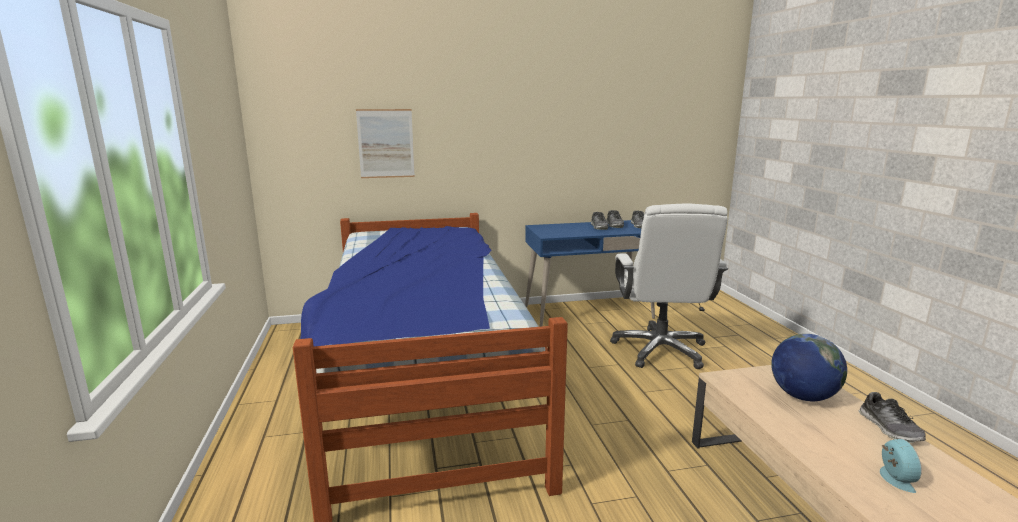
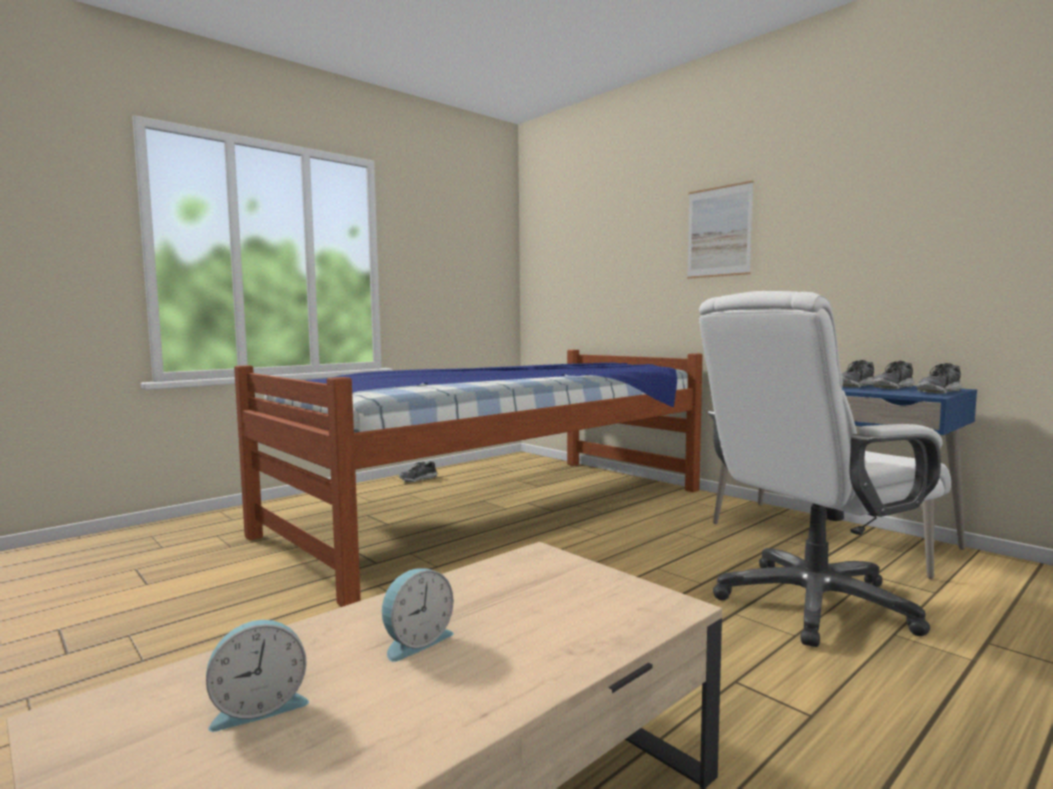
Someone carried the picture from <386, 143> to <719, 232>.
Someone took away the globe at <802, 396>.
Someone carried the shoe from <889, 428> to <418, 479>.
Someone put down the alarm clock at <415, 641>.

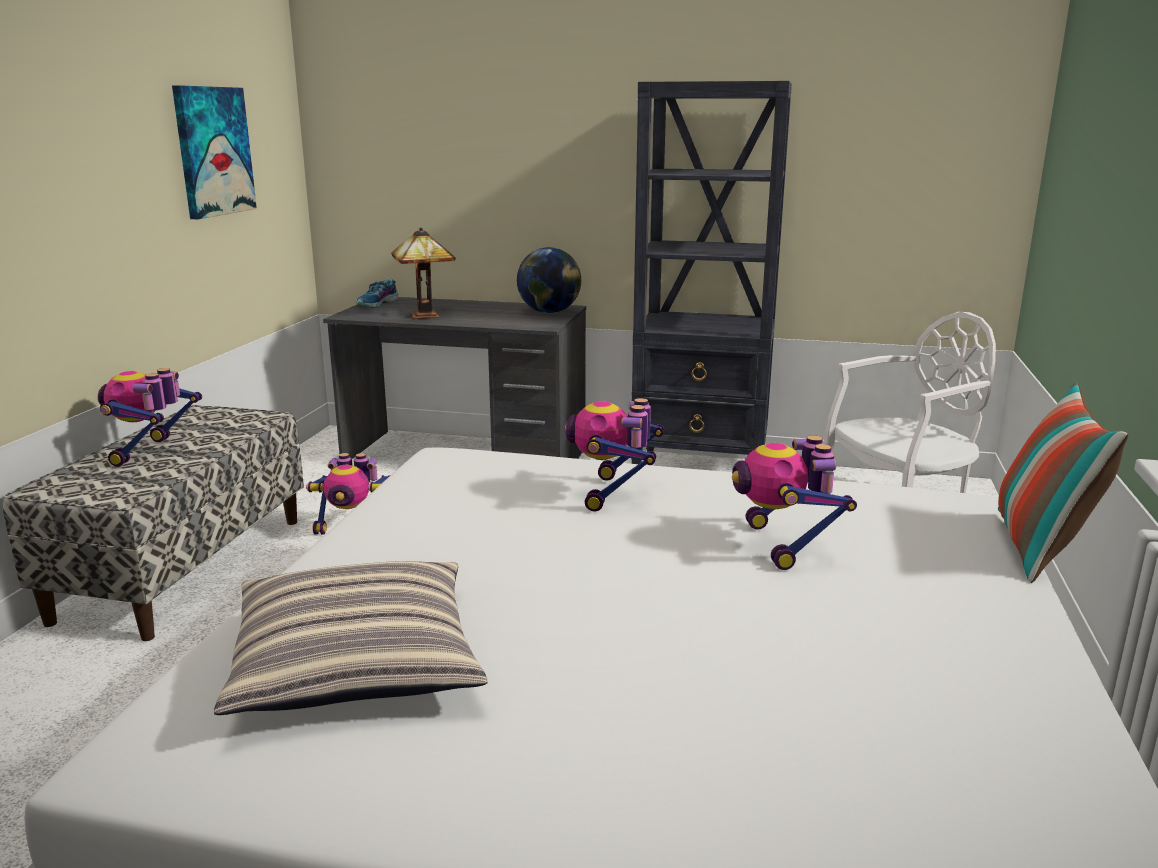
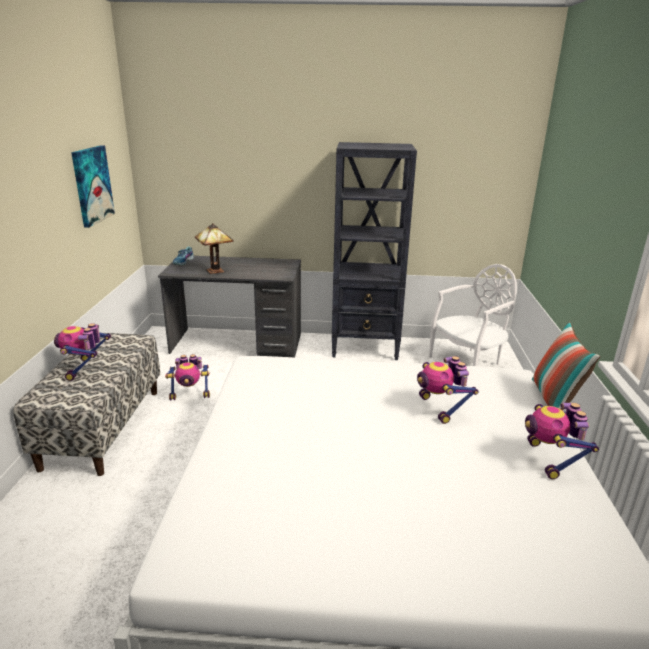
Someone took away the globe at <549, 312>.
Someone carried the toy robot from <614, 494> to <550, 460>.
Someone took away the pillow at <356, 661>.

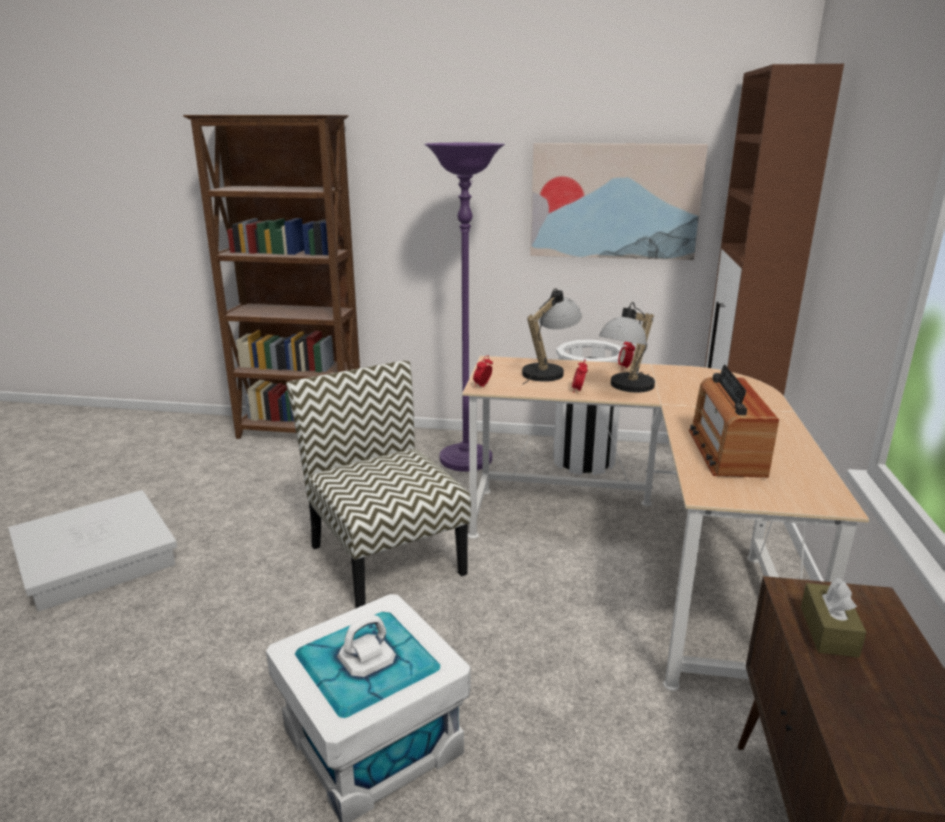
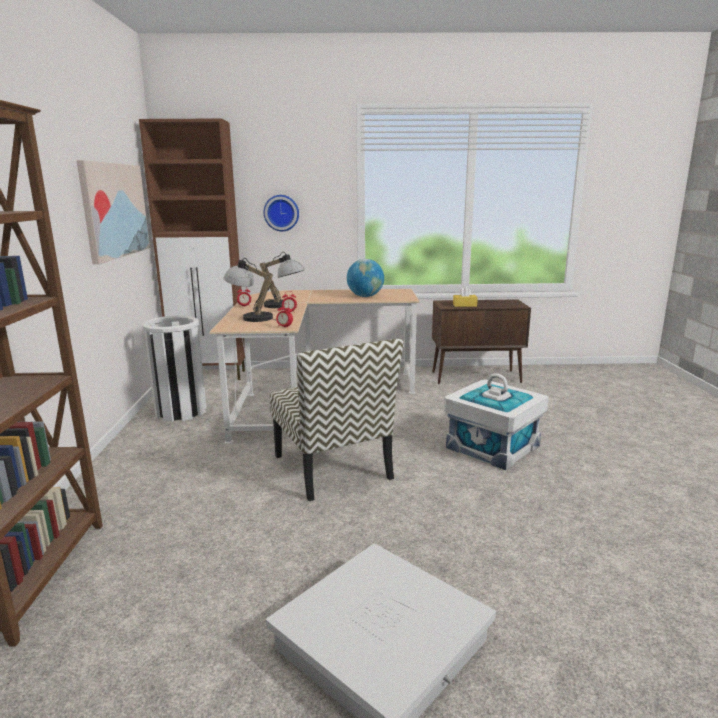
Someone took away the purple floor lamp at <466, 460>.
Someone rotated the chair at <385, 558> by 75 degrees counterclockwise.
Someone swapped the radio at <726, 452> for the globe at <365, 296>.
Someone repainted the brown tissue box at <828, 631>, which became the yellow tissue box at <464, 305>.
Someone put up the wall clock at <281, 213>.

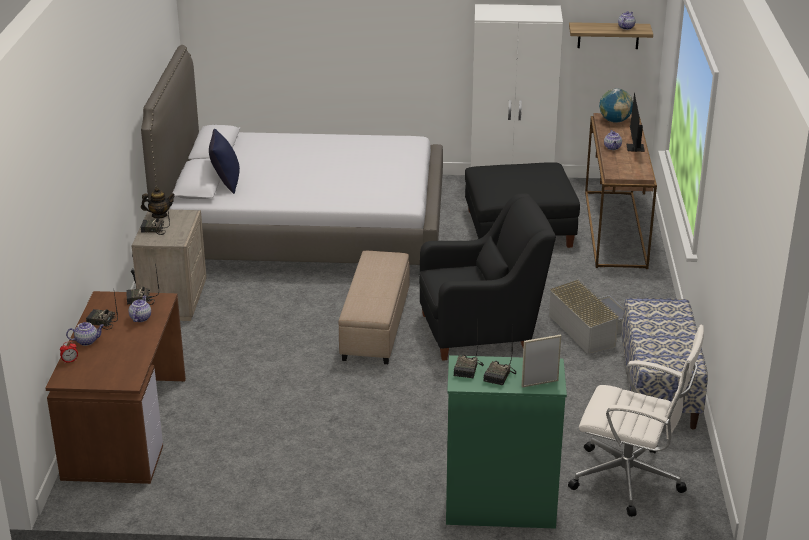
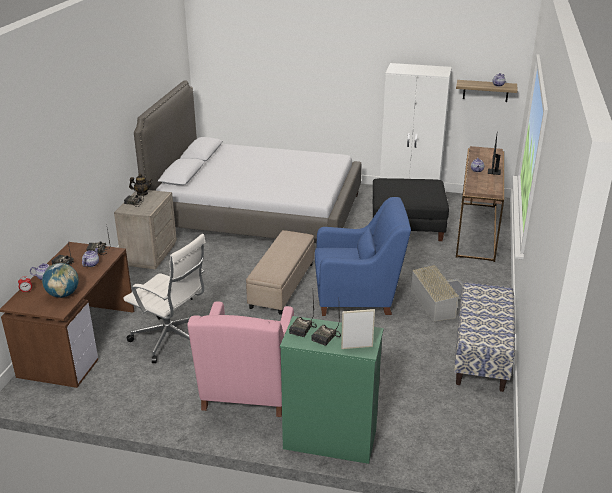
Someone carried the globe from <614, 121> to <63, 294>.
Someone took away the blue pillow at <225, 183>.
Someone repainted the black armchair at <482, 331>, which became the blue armchair at <358, 296>.
Someone carried the white office chair from <630, 480> to <171, 340>.
Someone put down the pink armchair at <247, 389>.

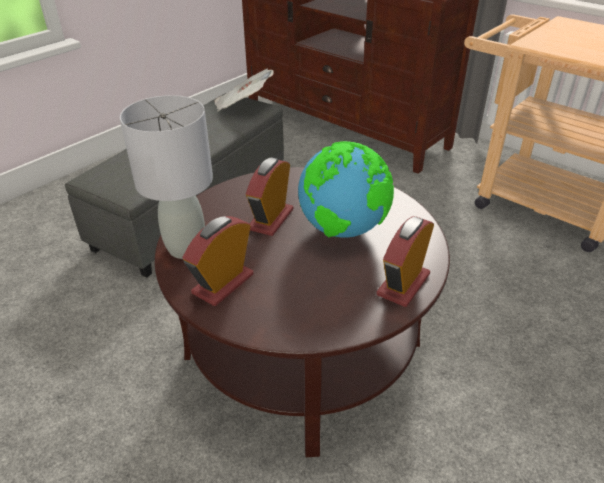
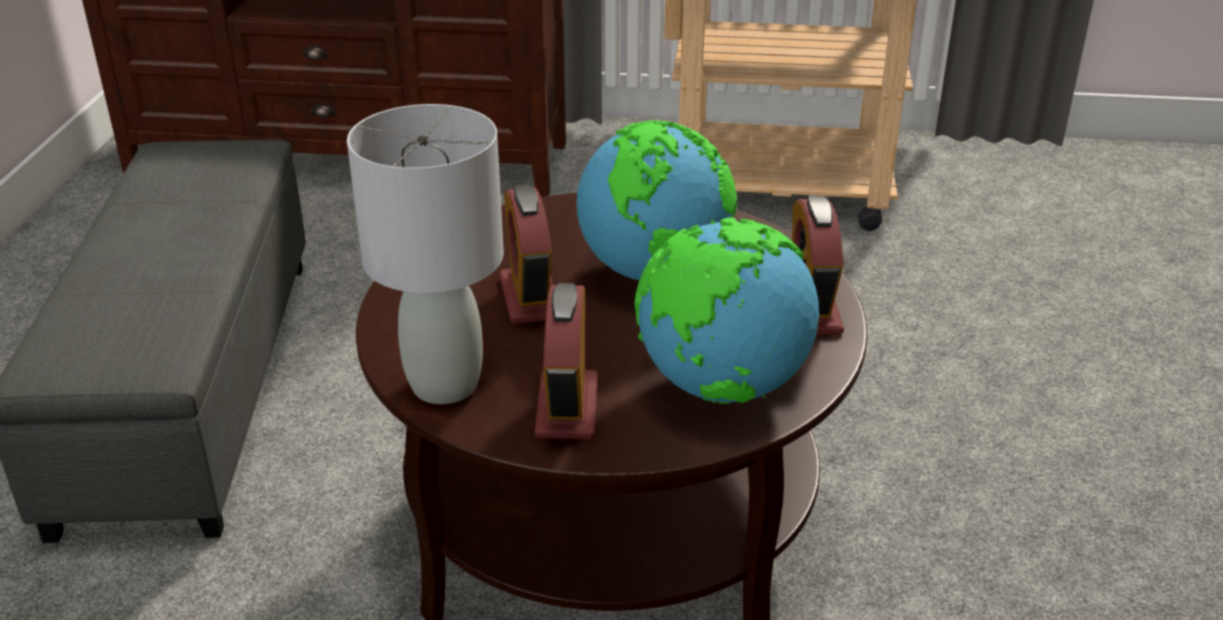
Someone took away the newspaper at <242, 106>.
Someone put down the globe at <720, 388>.

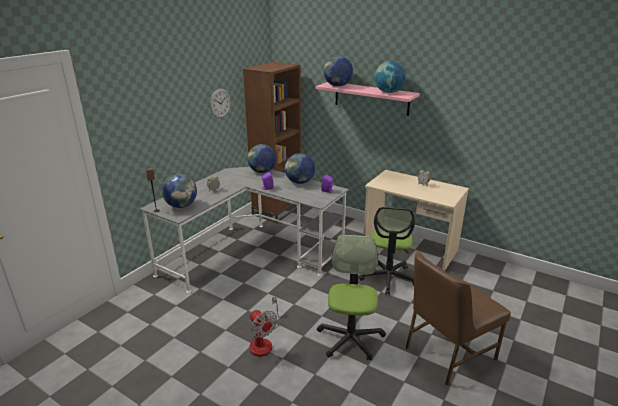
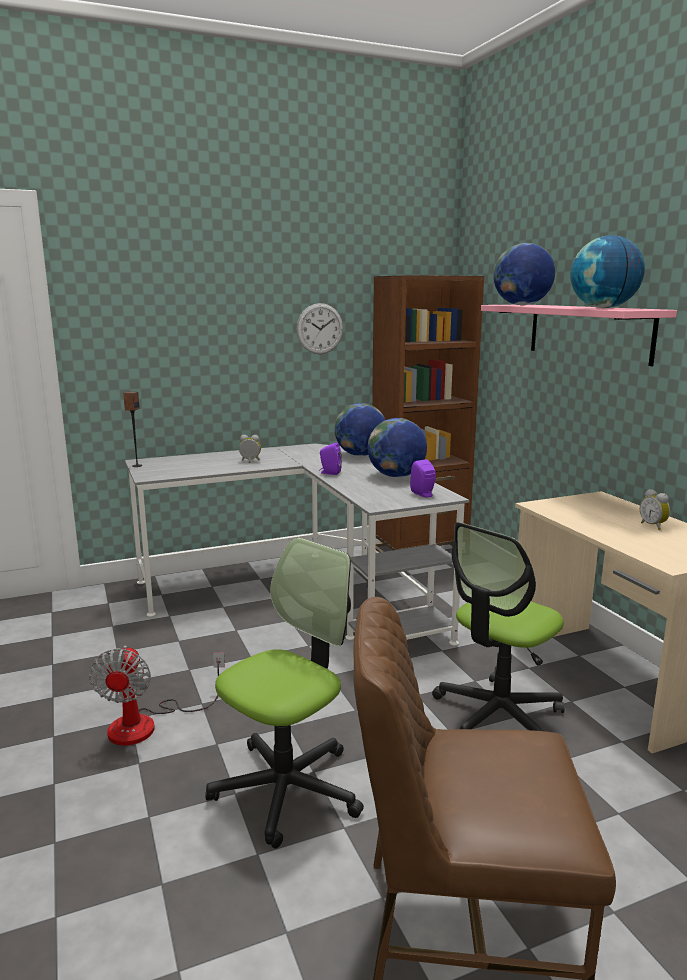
Someone took away the globe at <181, 206>.

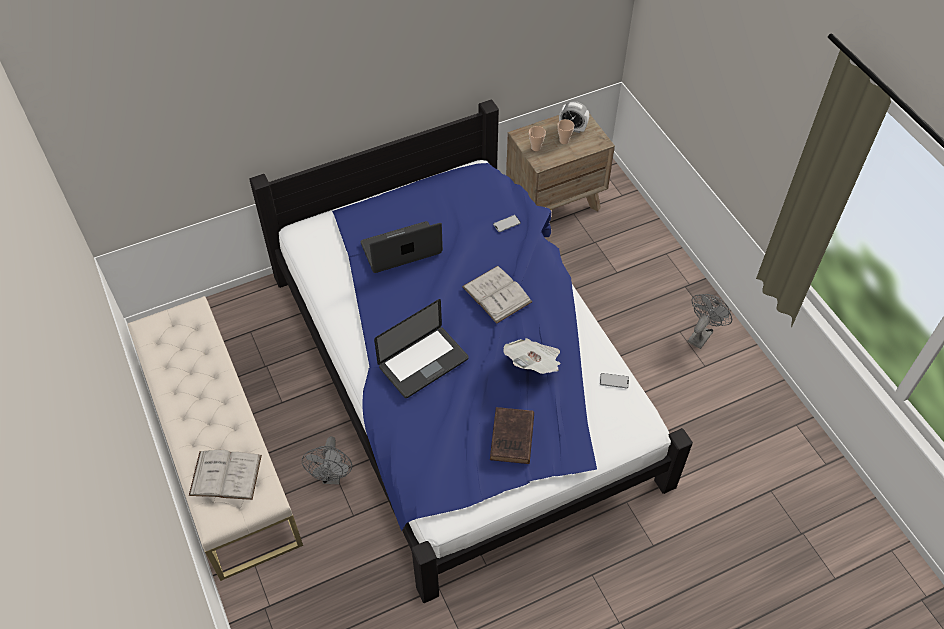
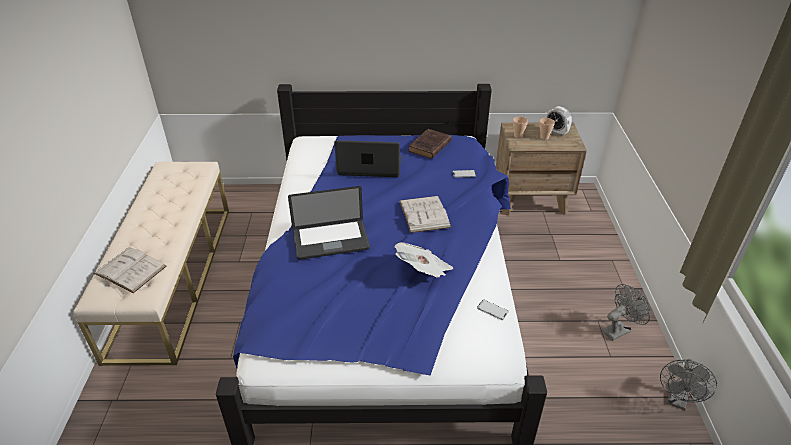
Someone carried the brown book from <512, 439> to <429, 147>.
Someone carried the grey fan from <332, 476> to <677, 400>.

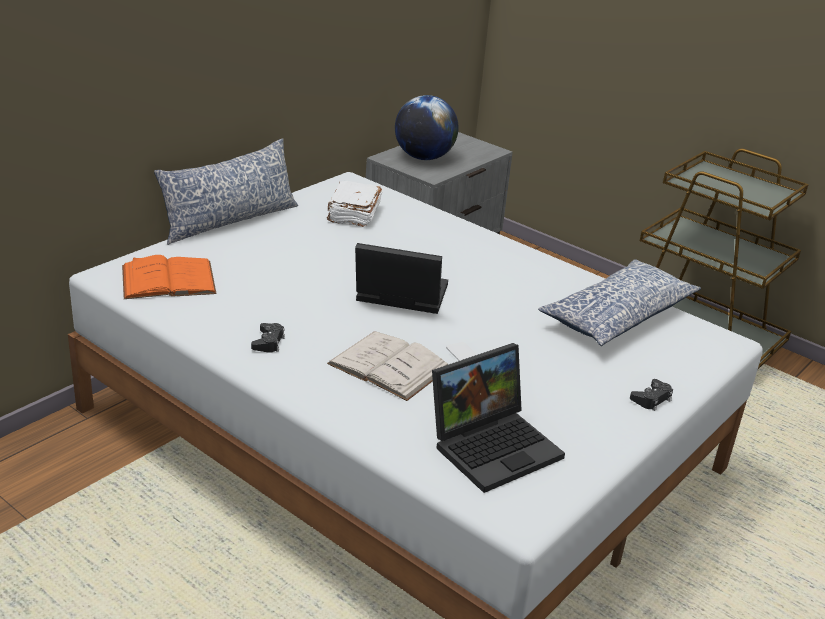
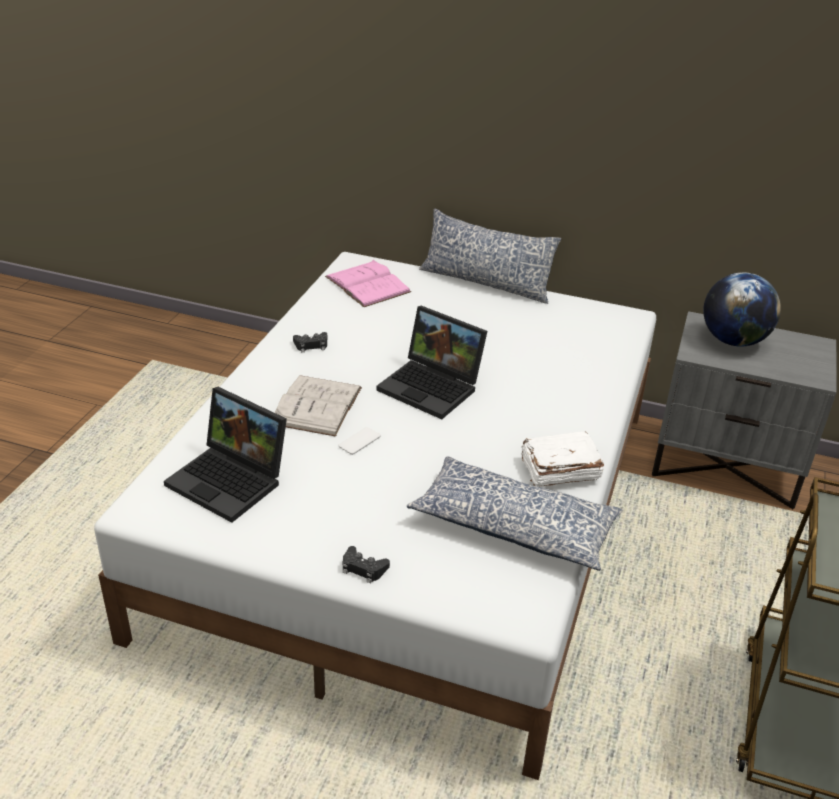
Someone carried the white book from <353, 214> to <558, 470>.
Someone rotated the laptop at <398, 296> by 135 degrees clockwise.
Someone repainted the orange book at <168, 279>, which became the pink book at <367, 284>.

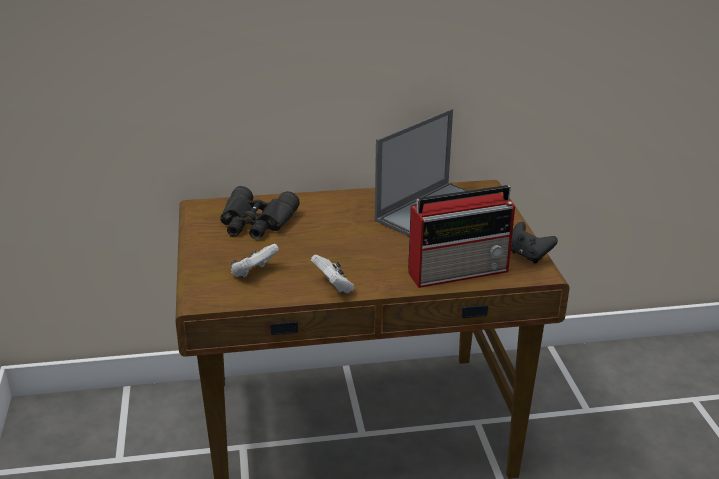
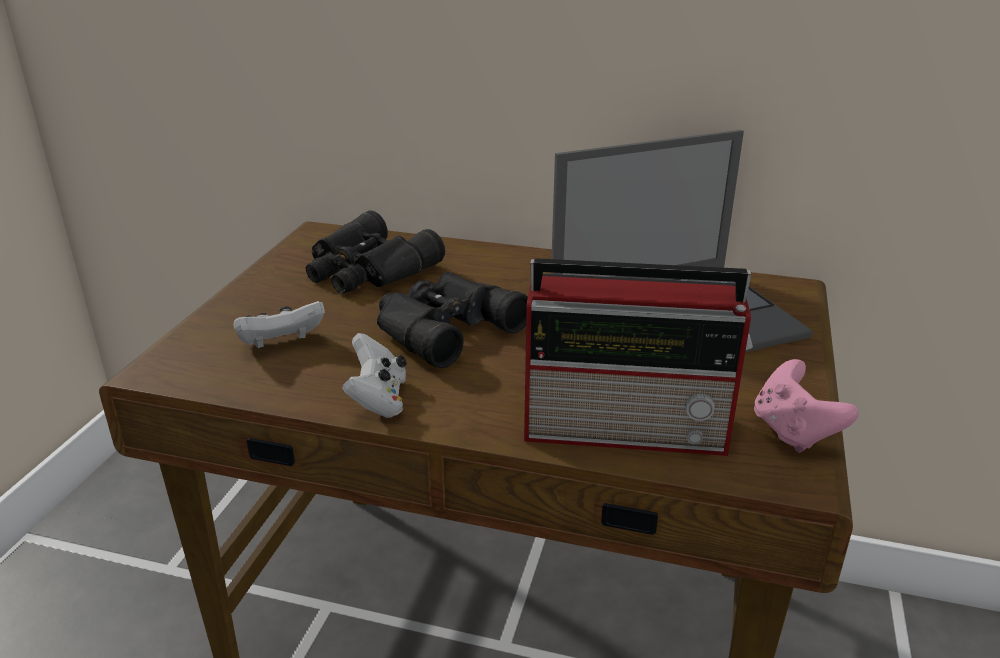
Someone repainted the black game controller at <528, 256>, which became the pink game controller at <793, 432>.
Someone put down the black binoculars at <441, 328>.

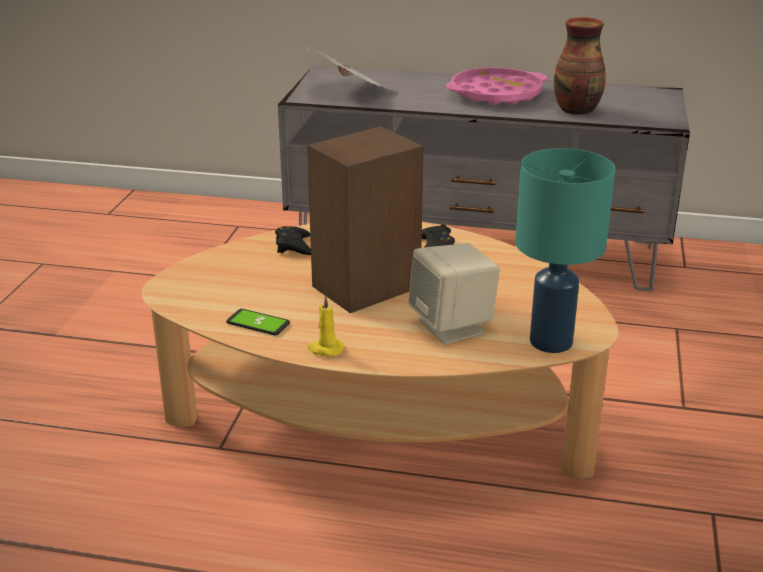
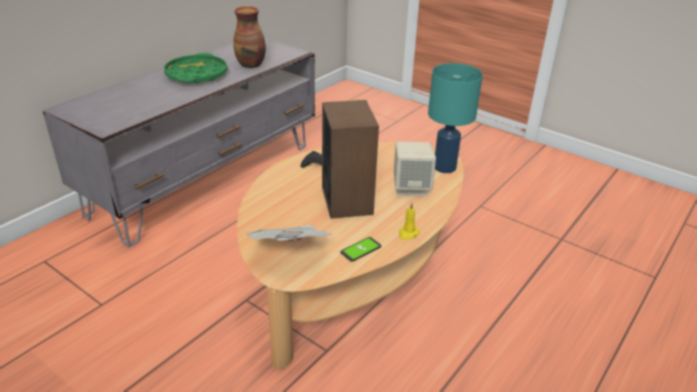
Someone carried the newspaper from <349, 92> to <292, 250>.
Someone repainted the pink tray at <496, 94>, which became the green tray at <196, 75>.
Someone took away the black game controller at <294, 246>.

